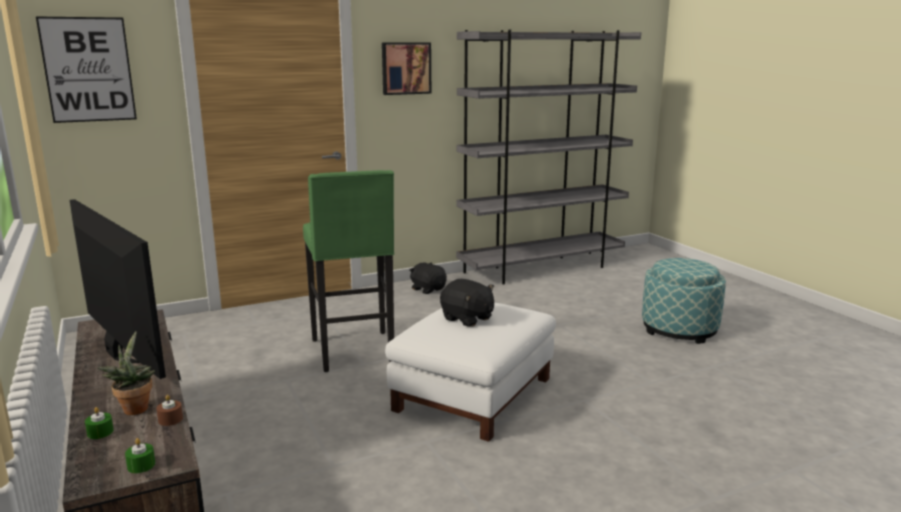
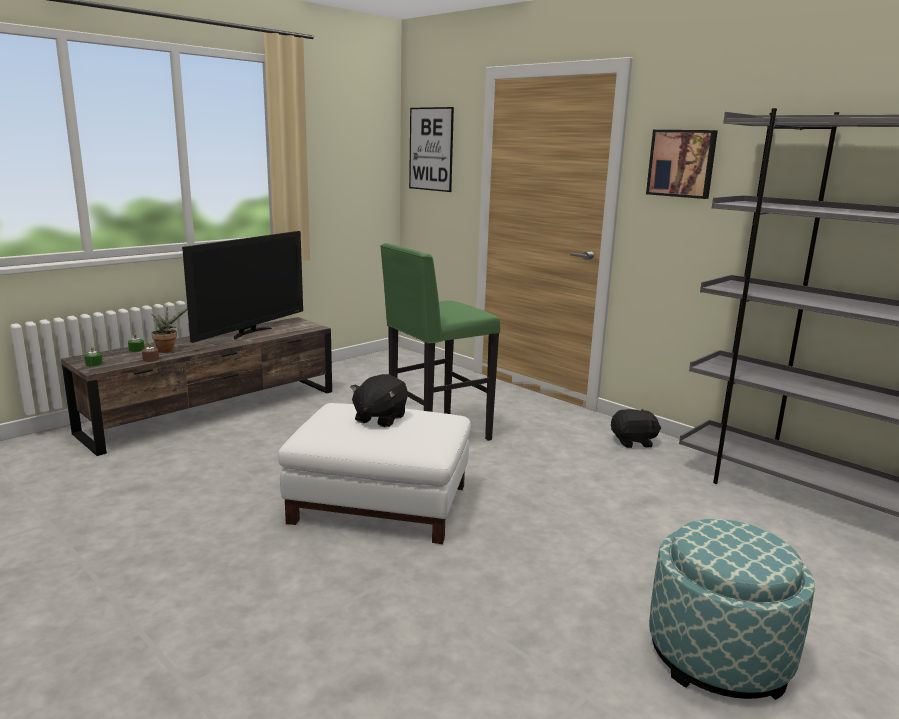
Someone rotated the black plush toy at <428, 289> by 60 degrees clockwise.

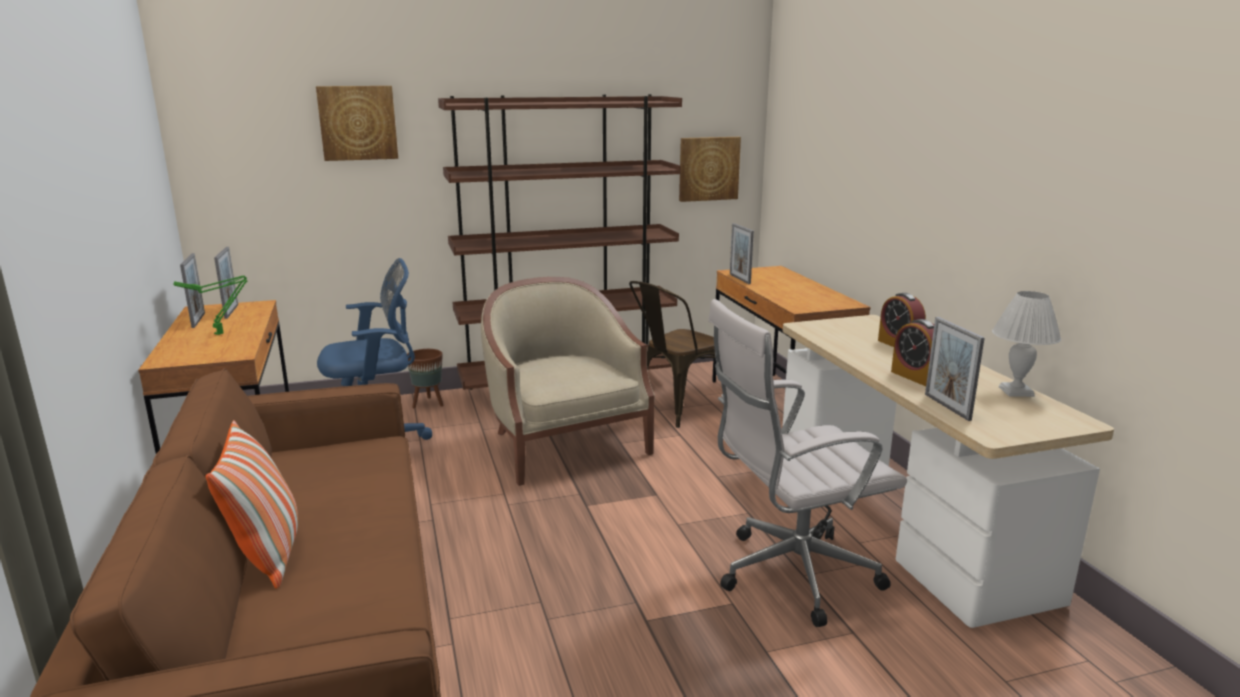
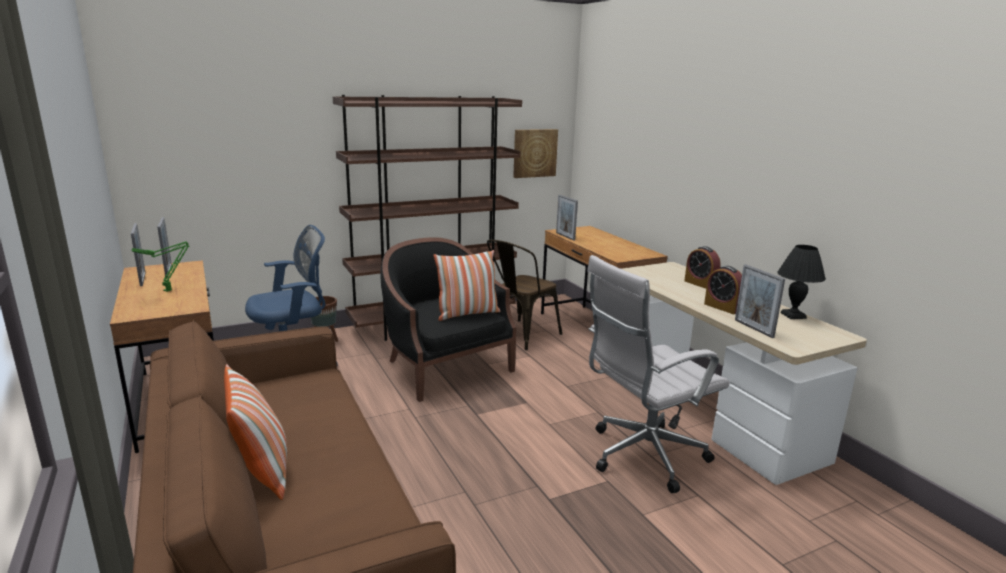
Someone took away the picture at <358, 123>.
Someone repainted the beige armchair at <564, 446>, which became the black armchair at <445, 368>.
Someone repainted the white table lamp at <1017, 392>, which became the black table lamp at <794, 315>.
Someone put down the pillow at <467, 314>.

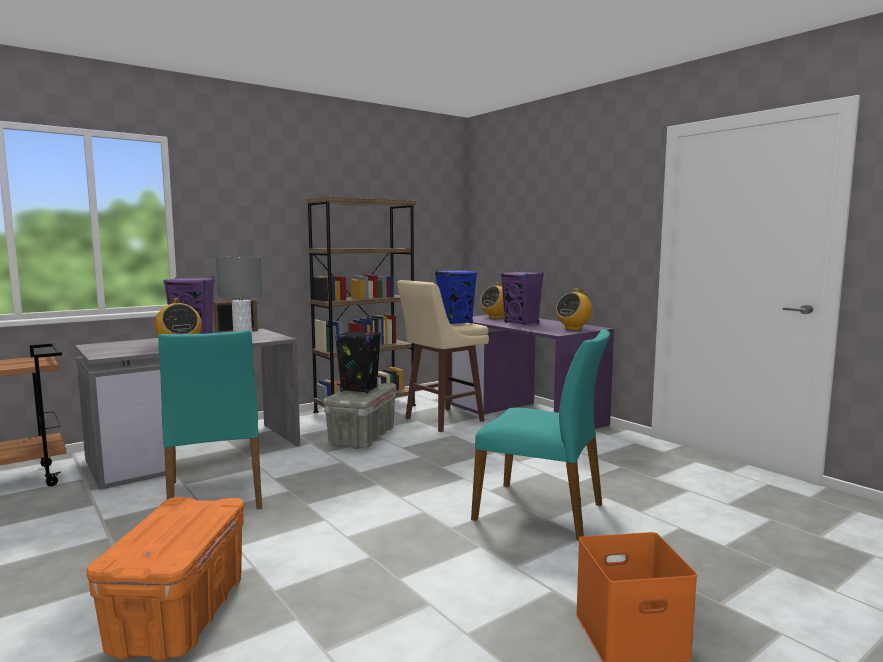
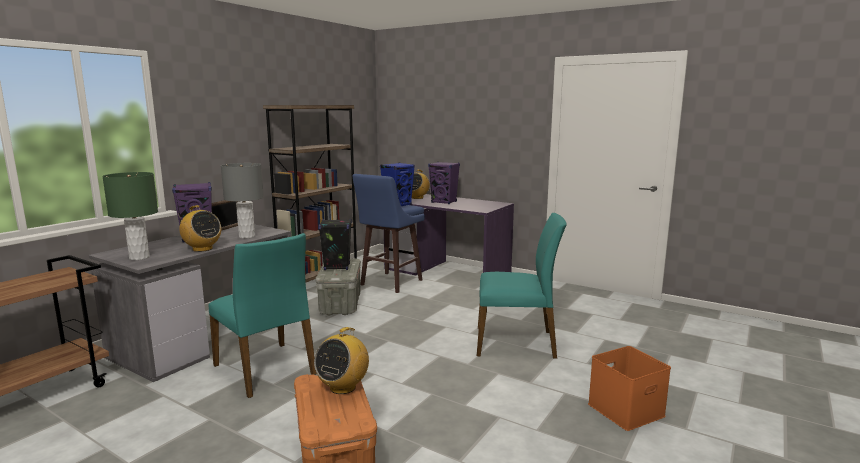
Someone repainted the beige stool at <442, 420>, which became the blue stool at <390, 283>.
Someone carried the radio from <573, 329> to <343, 387>.
Someone put down the green table lamp at <139, 257>.

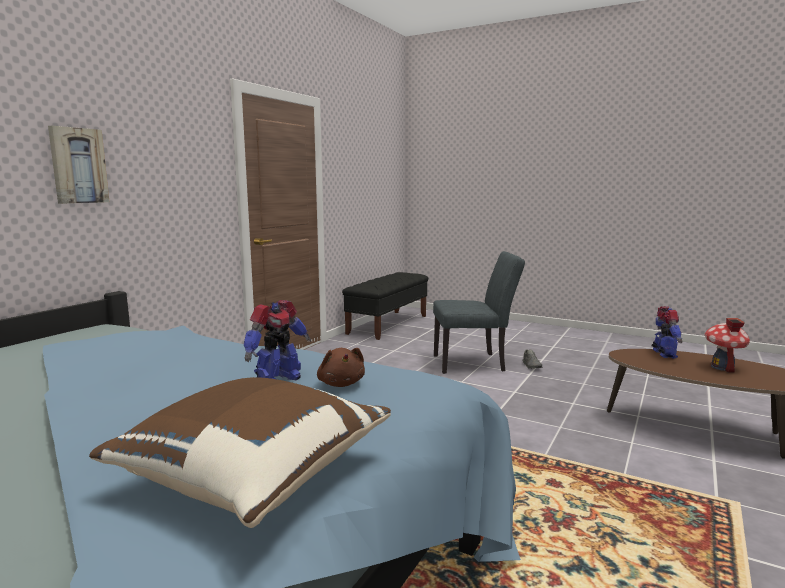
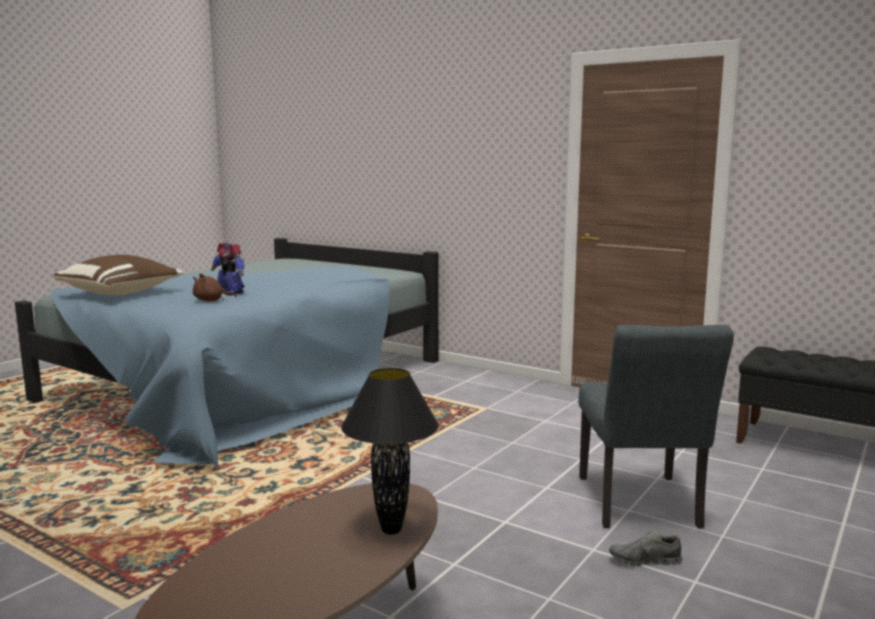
Someone took away the picture at <78, 166>.
Someone swapped the toy robot at <664, 354> for the black table lamp at <392, 530>.
Someone took away the toy house at <722, 367>.

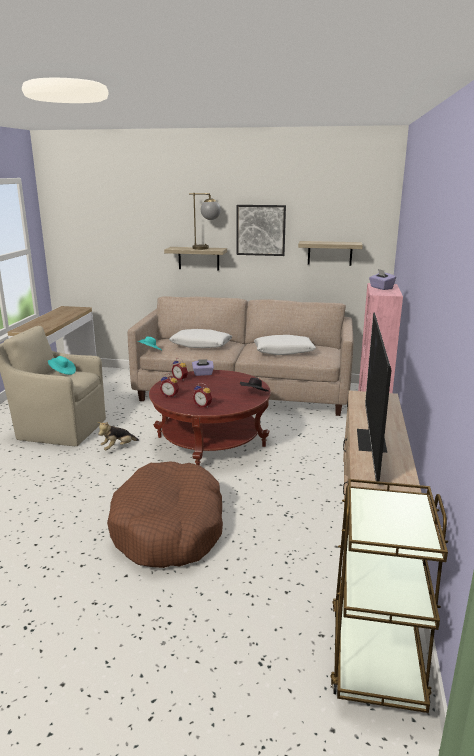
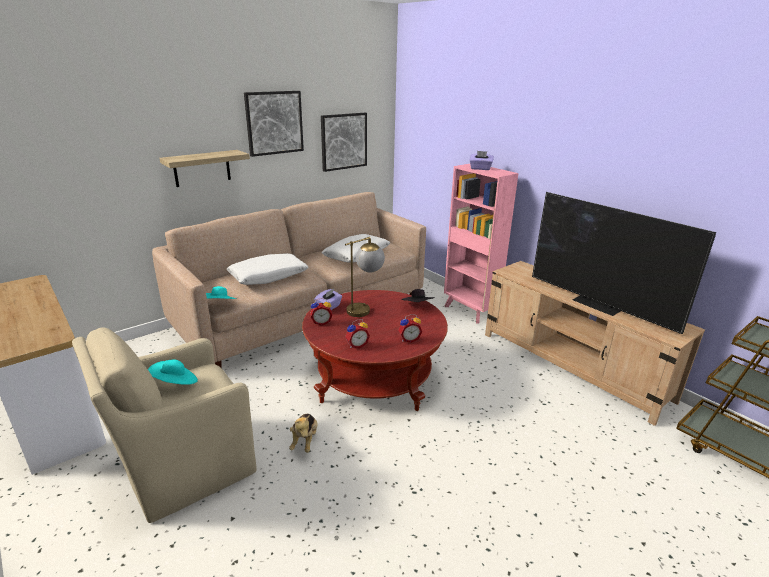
Someone carried the table lamp from <206, 248> to <364, 308>.
Someone swapped the shelf at <330, 253> for the picture at <343, 141>.
Someone took away the brown dog bed at <169, 528>.

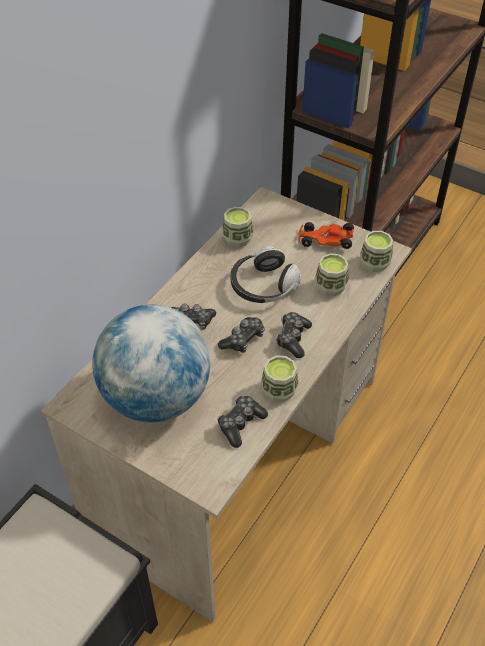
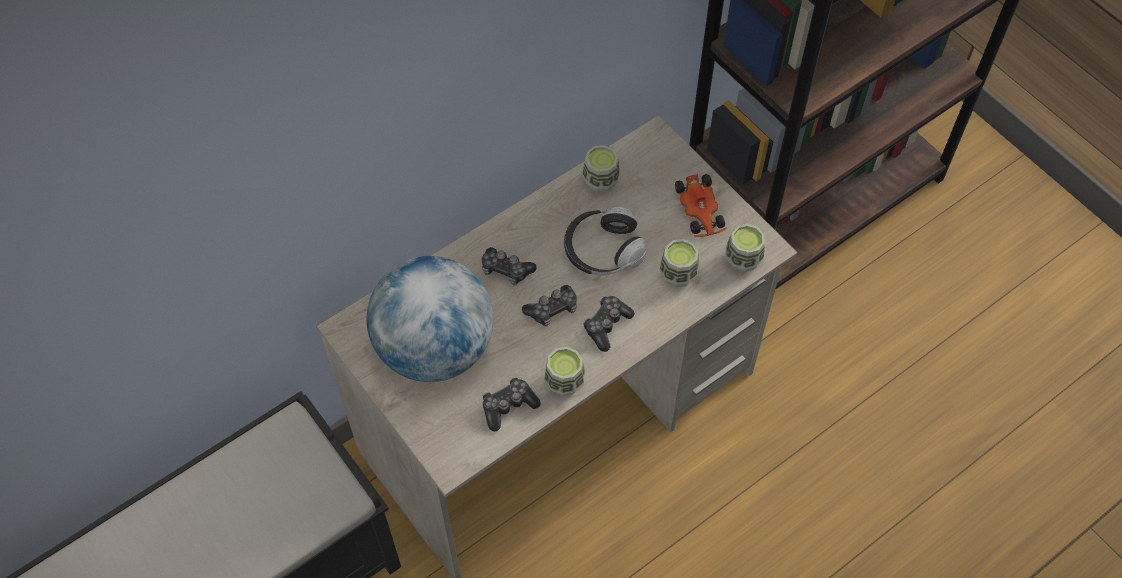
Someone rotated the toy car at <325, 240> by 135 degrees counterclockwise.

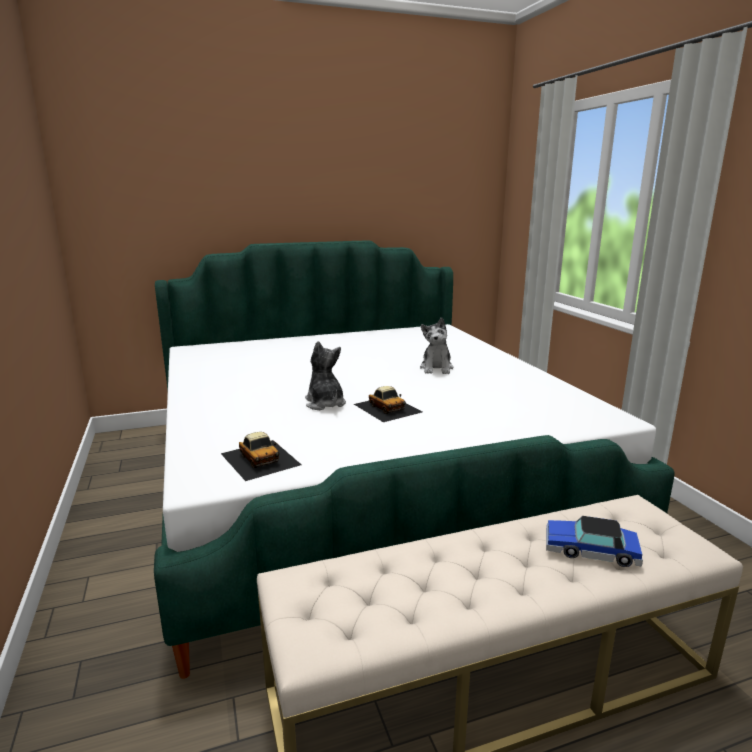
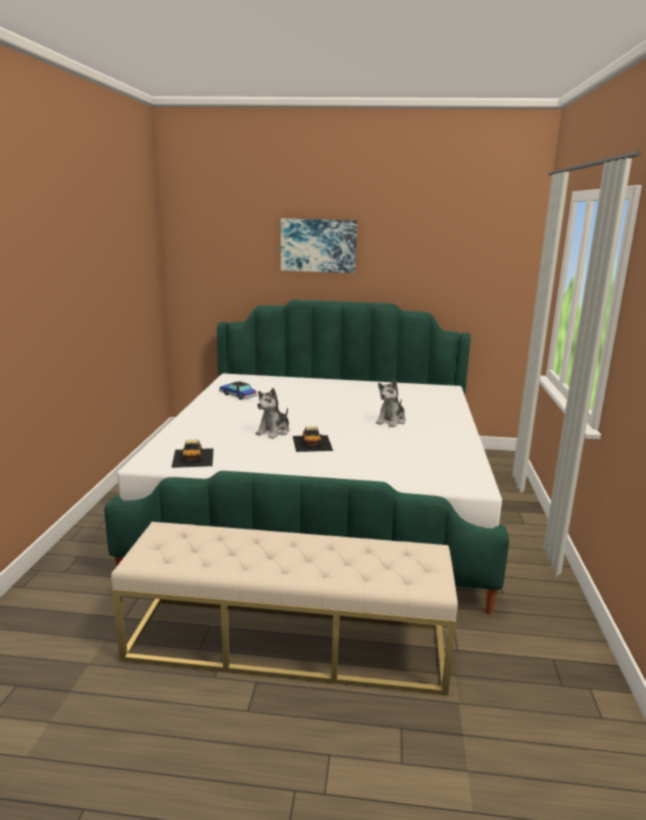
Someone rotated the plush toy at <325, 403> by 150 degrees counterclockwise.
Someone carried the toy car from <590, 550> to <238, 395>.
Someone put up the picture at <318, 245>.

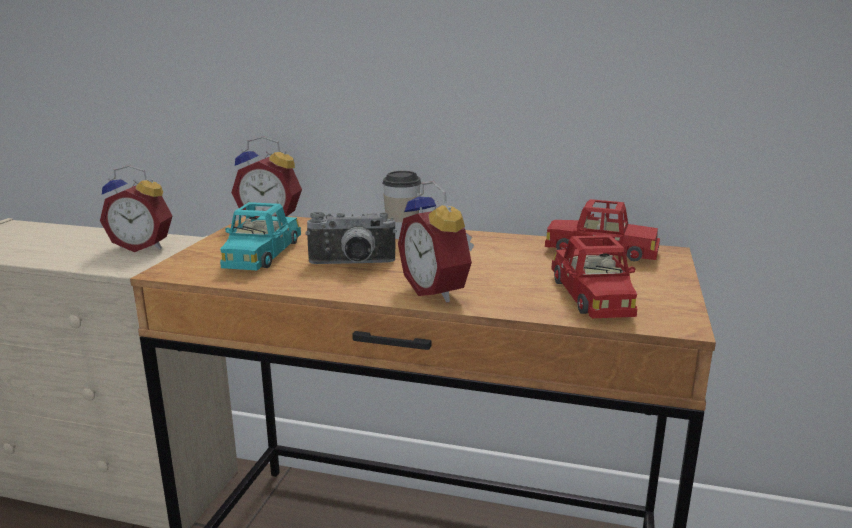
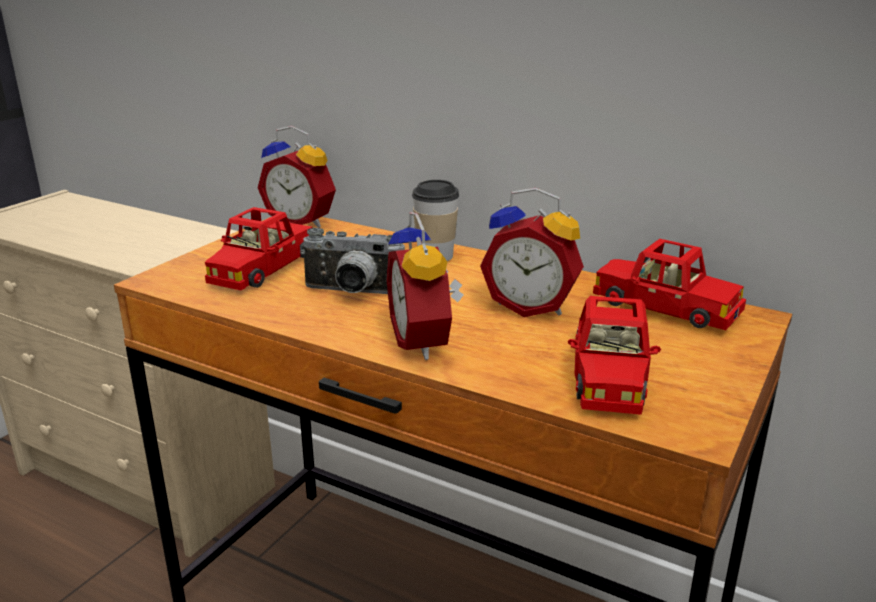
Someone carried the alarm clock from <143, 246> to <531, 306>.
Someone repainted the turquoise toy car at <262, 255>, which became the red toy car at <263, 269>.

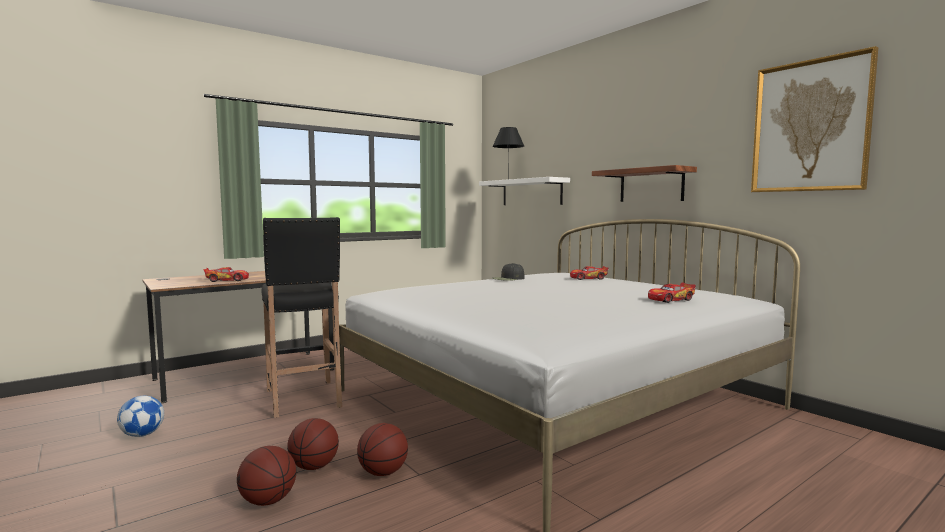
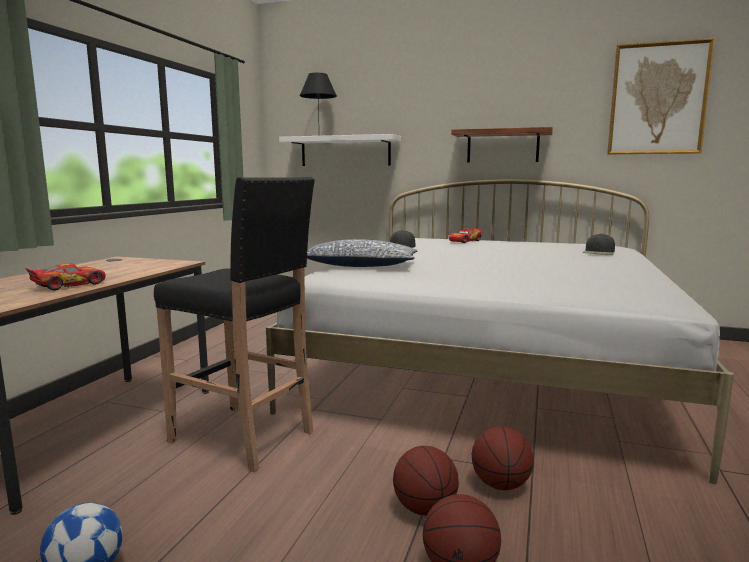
Someone swapped the toy car at <671, 300> for the black cap at <599, 252>.
Someone put down the pillow at <359, 266>.

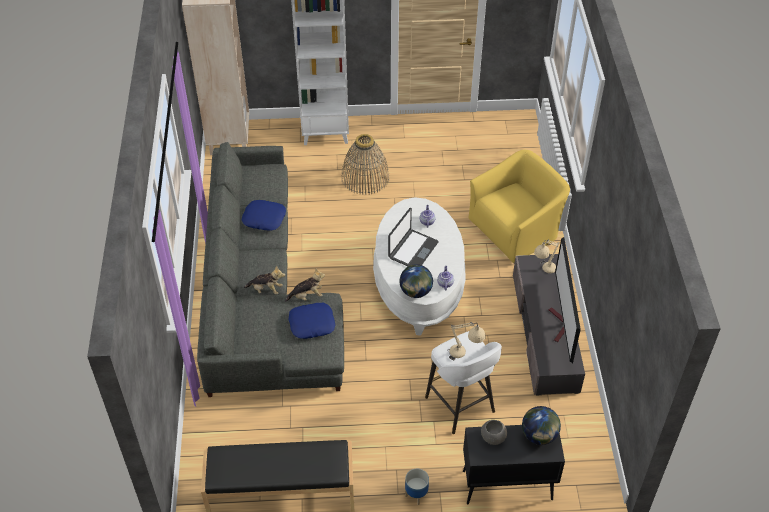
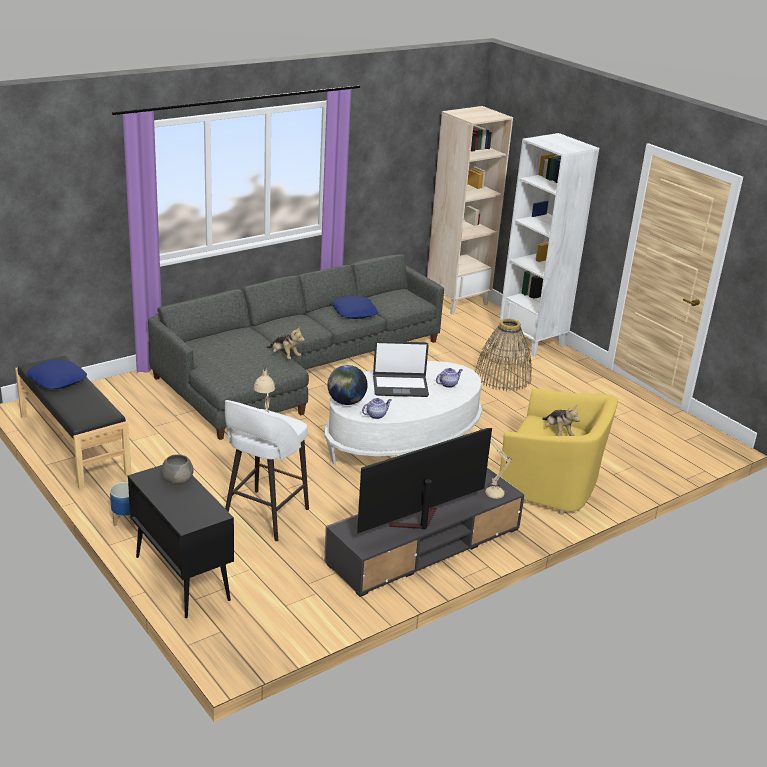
Someone carried the plush toy from <266, 289> to <557, 432>.
Someone carried the blue pillow from <312, 323> to <57, 380>.
Someone took away the globe at <539, 435>.

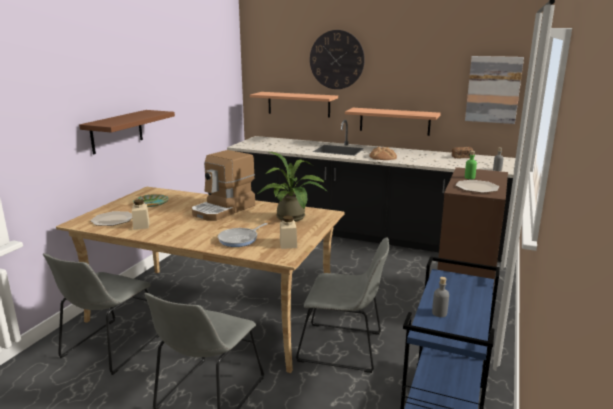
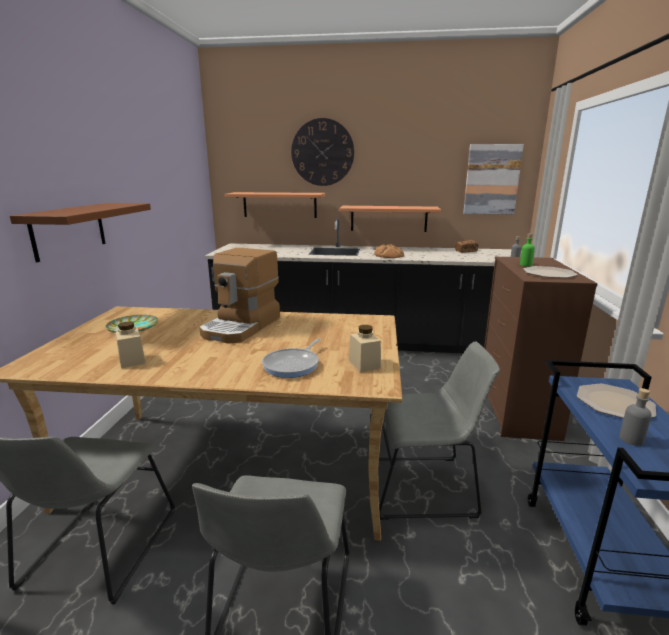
Someone took away the potted plant at <293, 218>.
Someone carried the plate from <113, 219> to <614, 402>.

